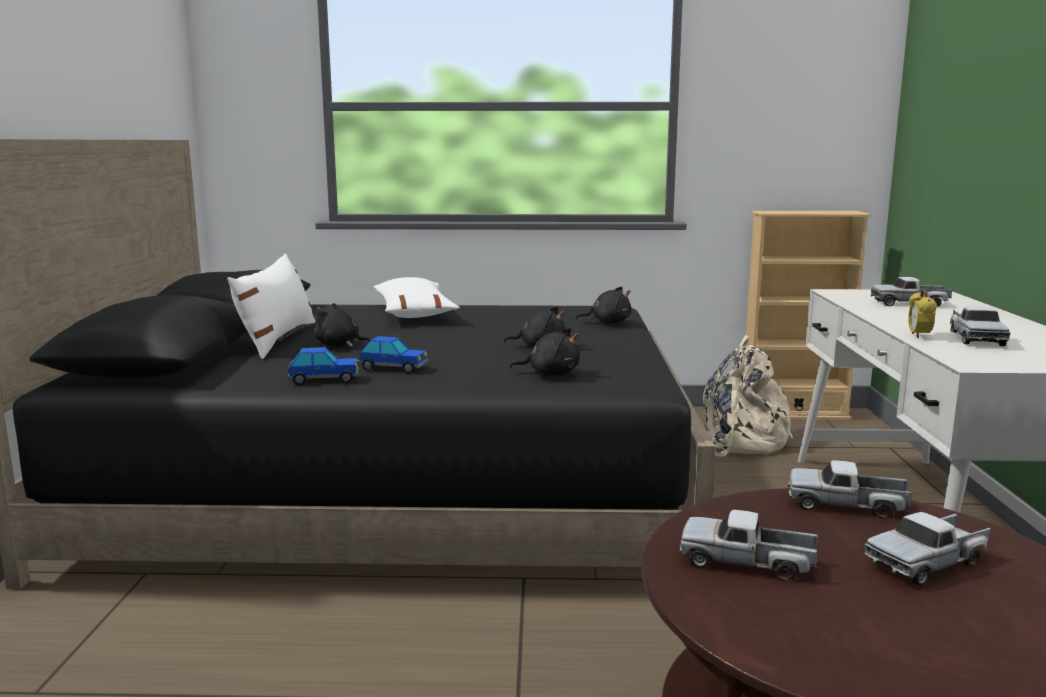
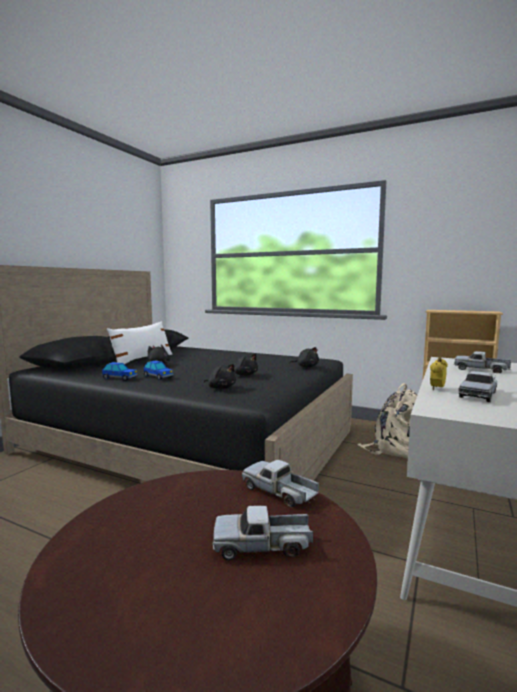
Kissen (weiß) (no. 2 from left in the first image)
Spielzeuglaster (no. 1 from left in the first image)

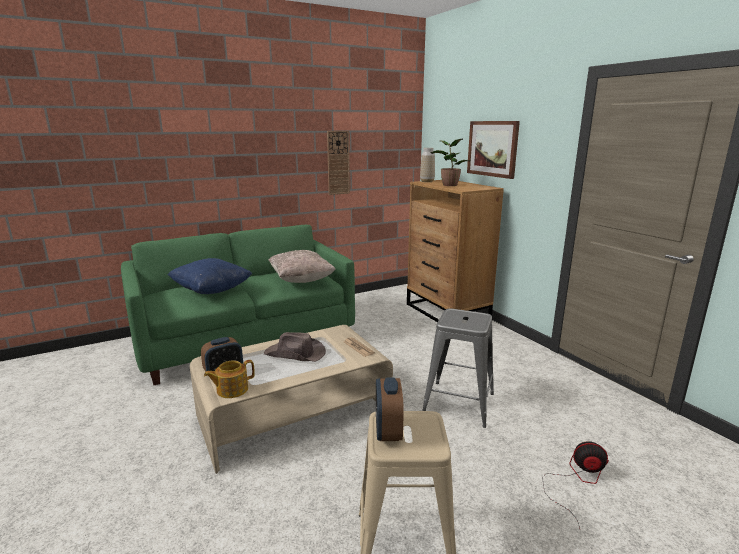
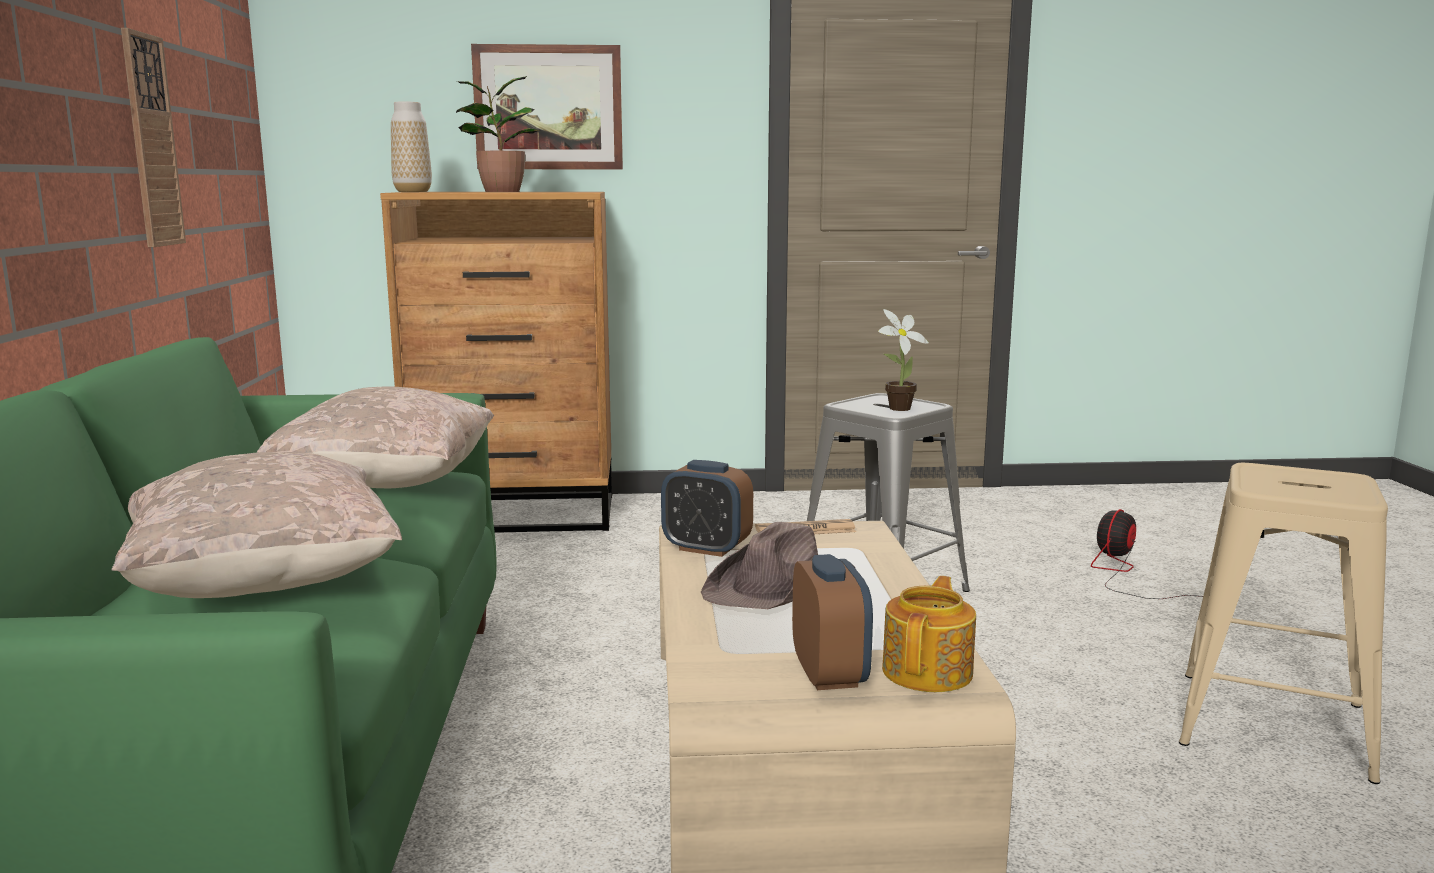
Topfpflanze (no. 2 from left)
Wecker (no. 1 from left)
Kissen (beige) (no. 1 from left)
Teekanne

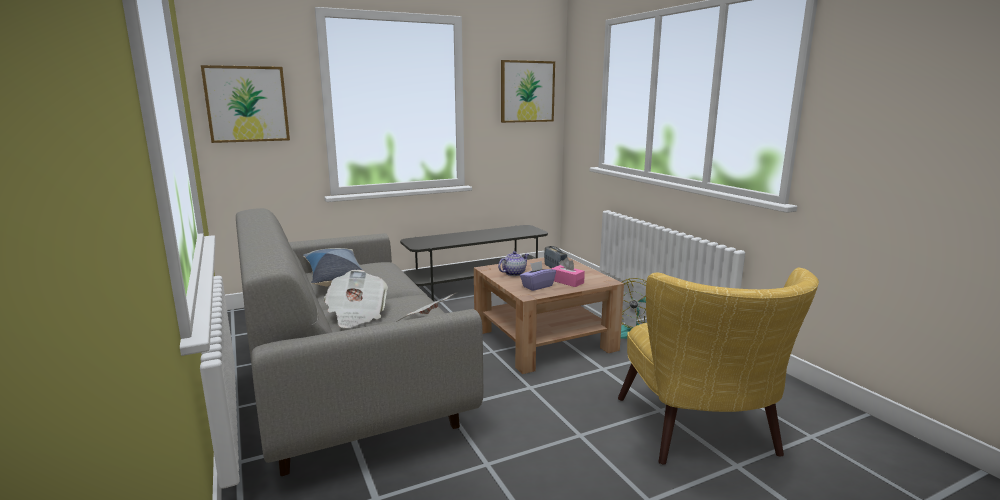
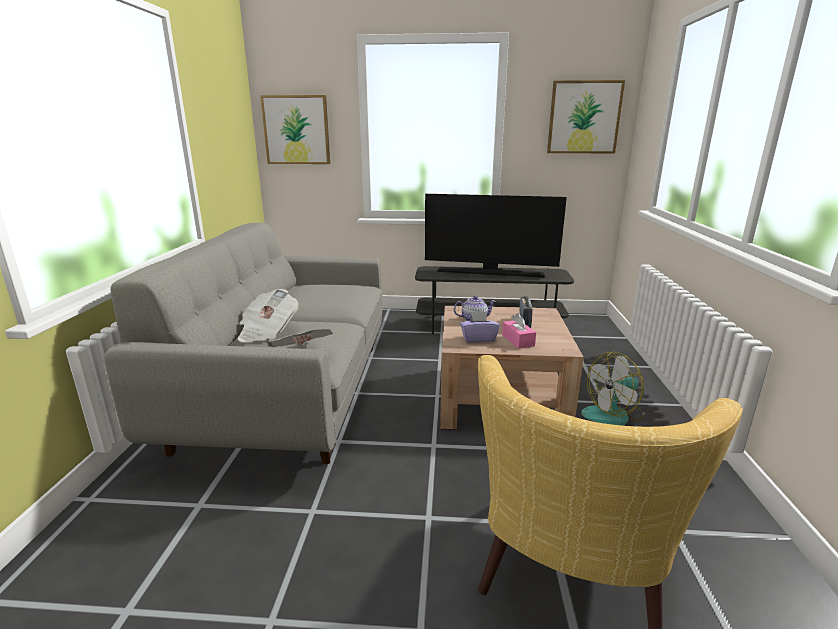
Kissen
Fernseher

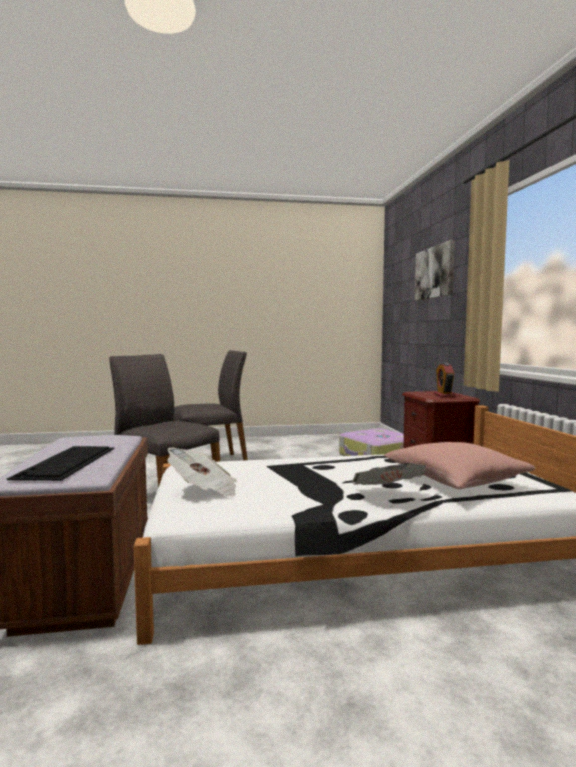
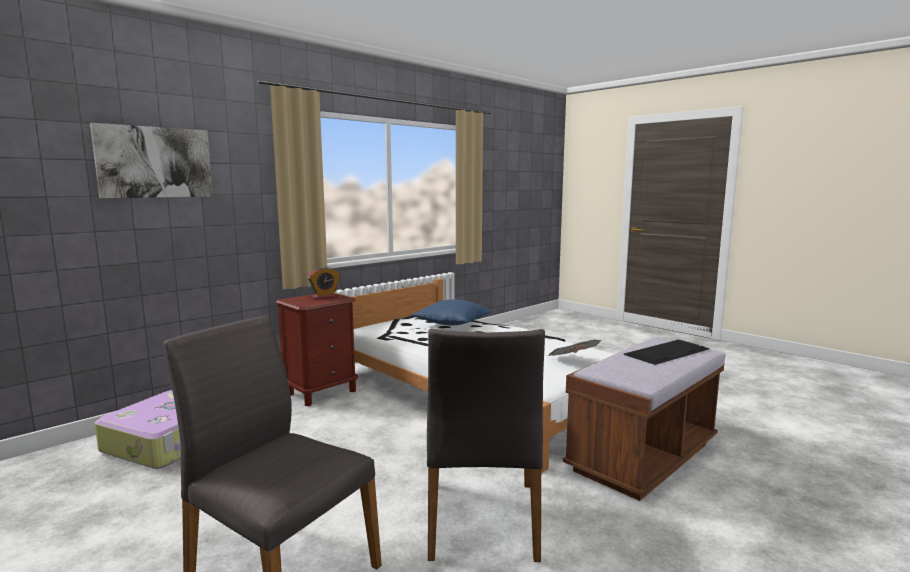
Zeitung (no. 2 from left in the first image)
Kissen (blau)

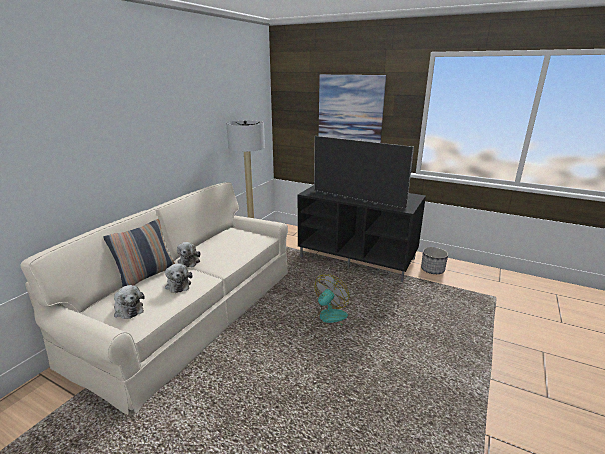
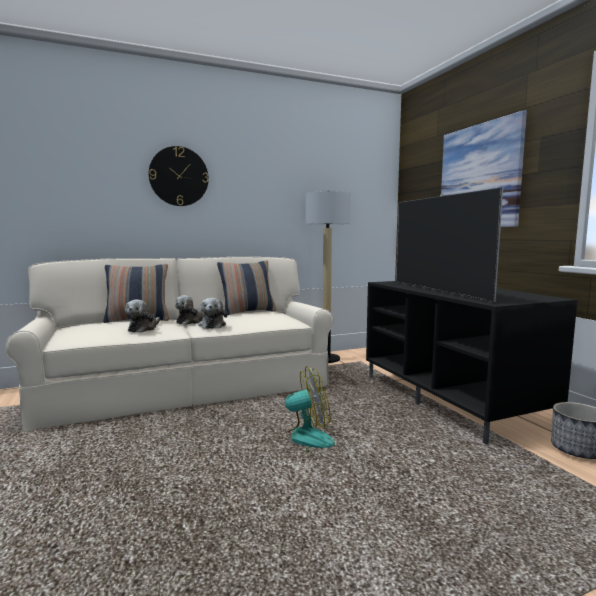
Wanduhr
Kissen (no. 2 from left)
Plüschtier (no. 3 from left)

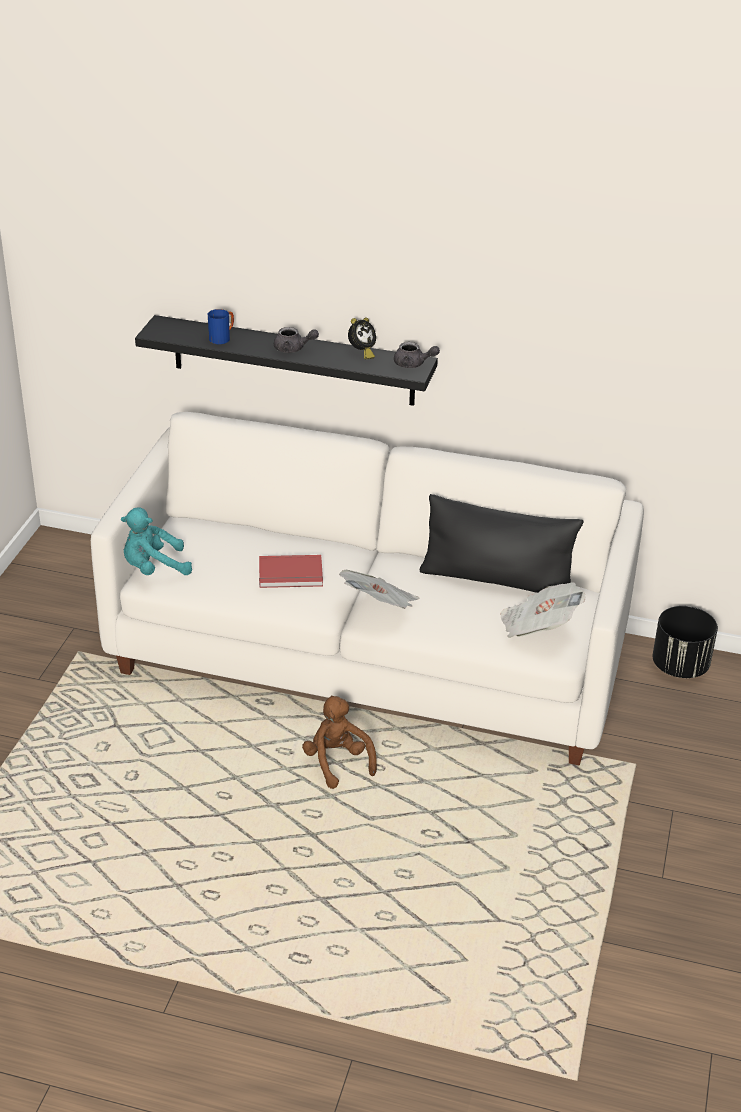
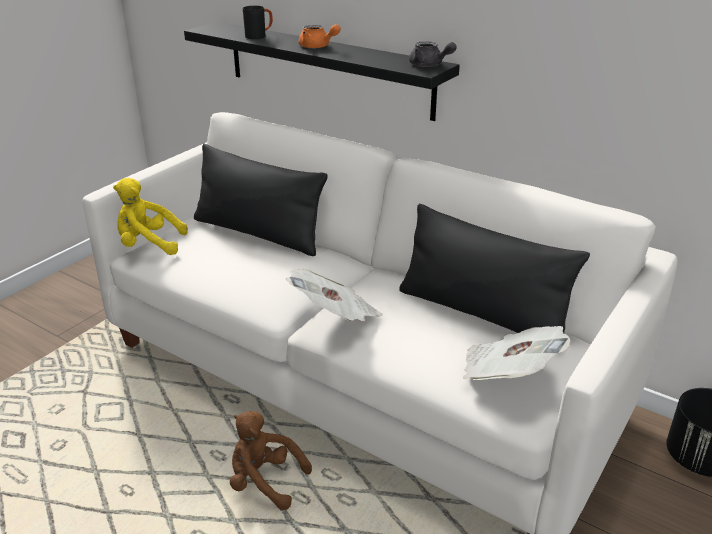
Buch (rot)
Wecker
Kissen (schwarz) (no. 1 from left)
Plüschtier (gelb)
Henkelbecher (schwarz)
Teekanne (orange)
Plüschtier (braun)

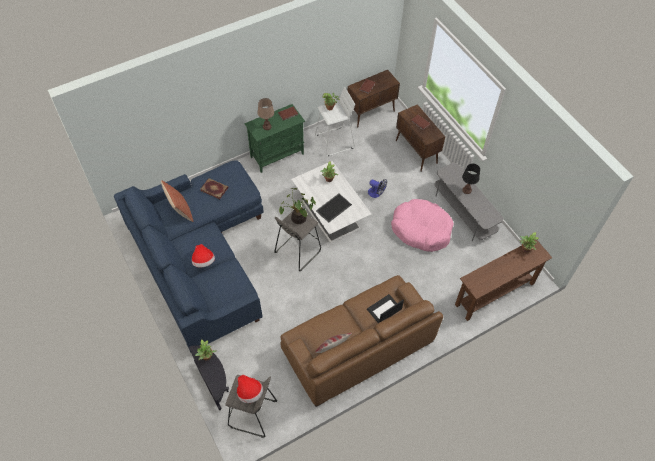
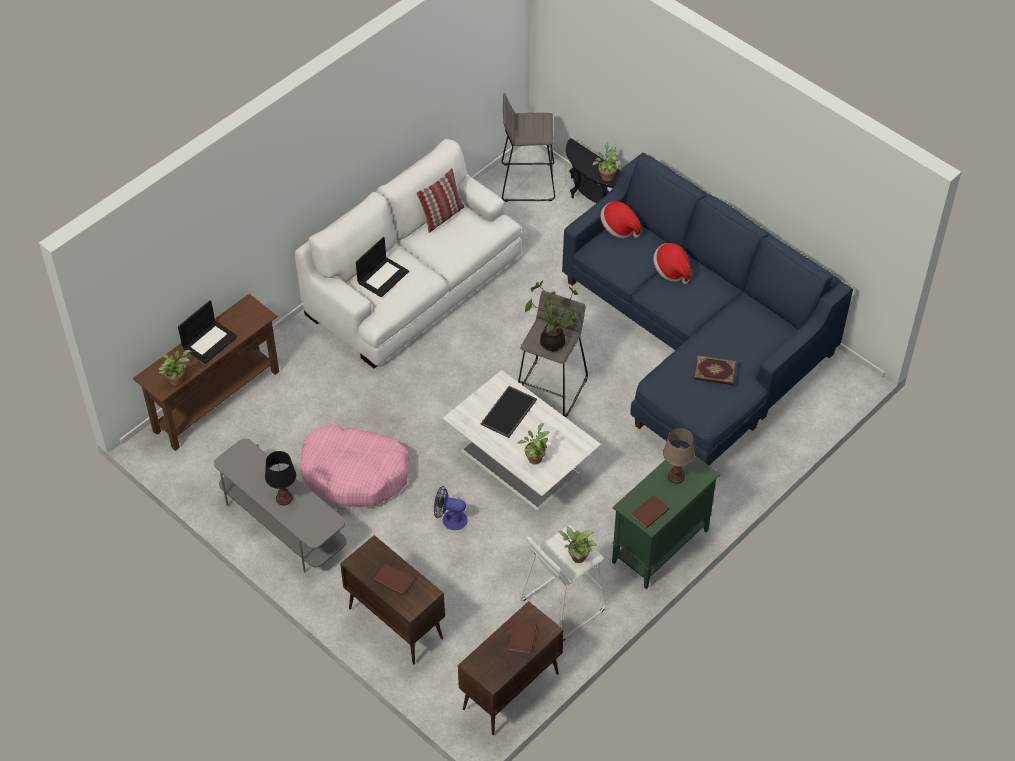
Kissen (no. 1 from left in the first image)
Laptop (no. 1 from left)
Hut (no. 1 from left)
Sofa (weiß)

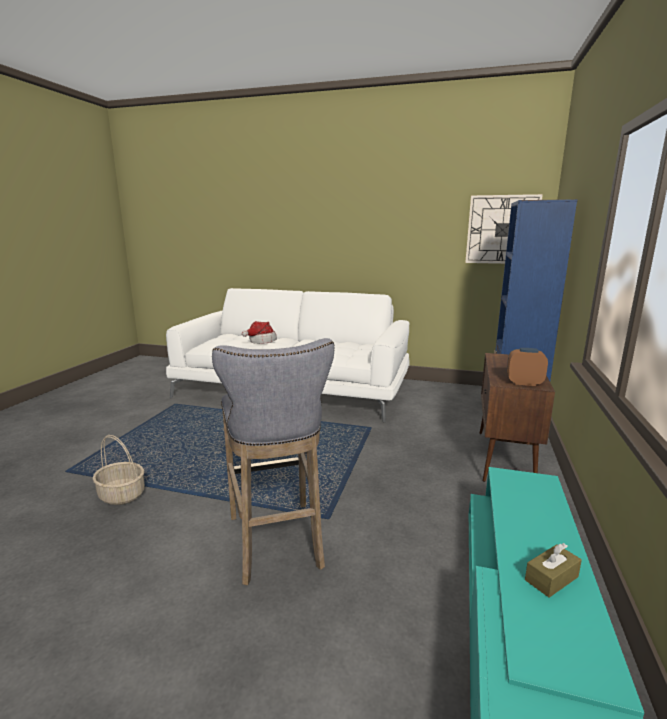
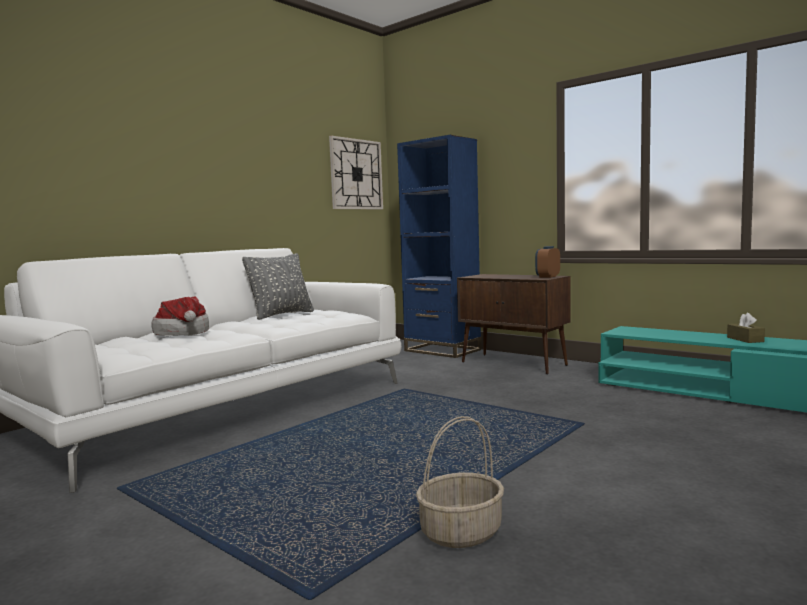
Hocker (grau)
Kissen (grau)

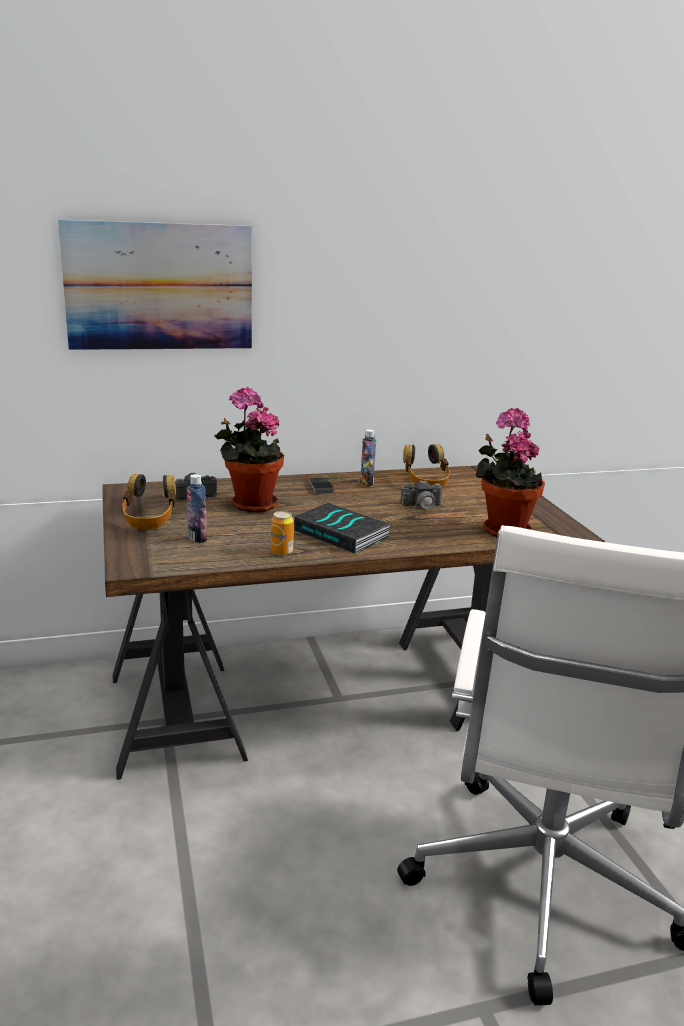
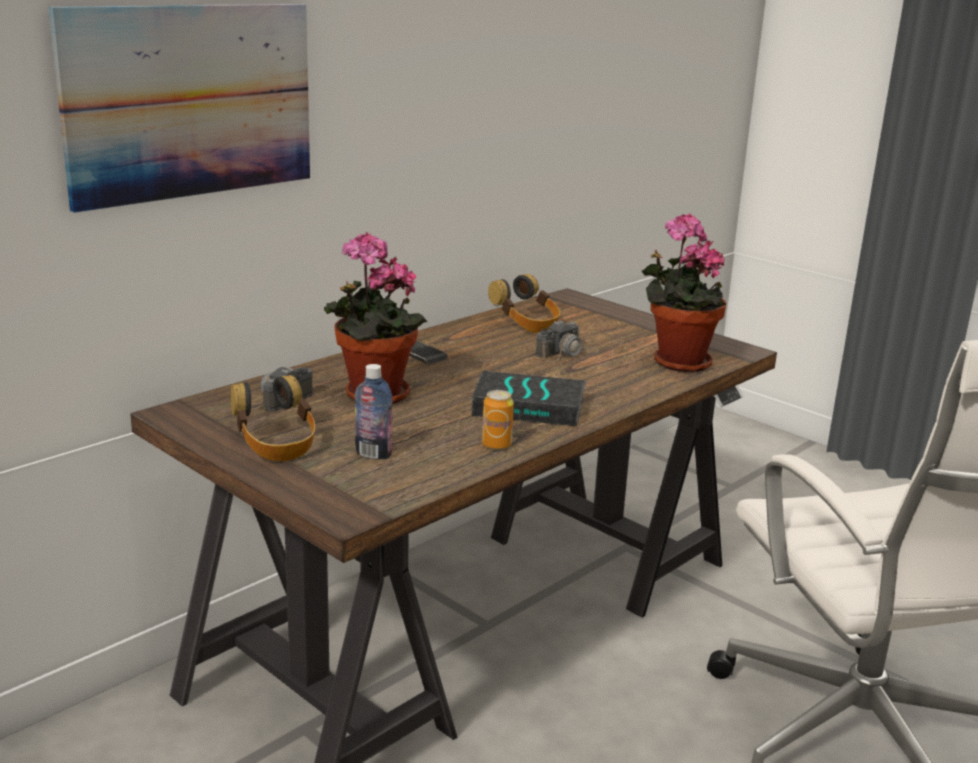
Flasche (no. 2 from left in the first image)

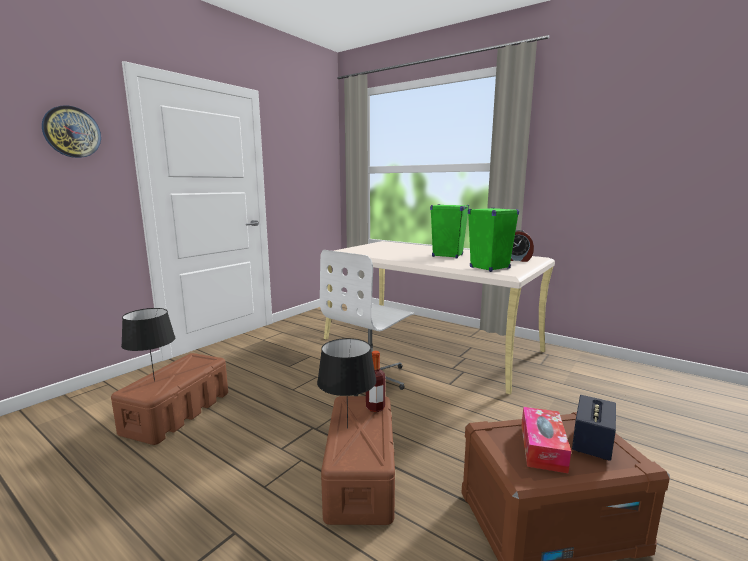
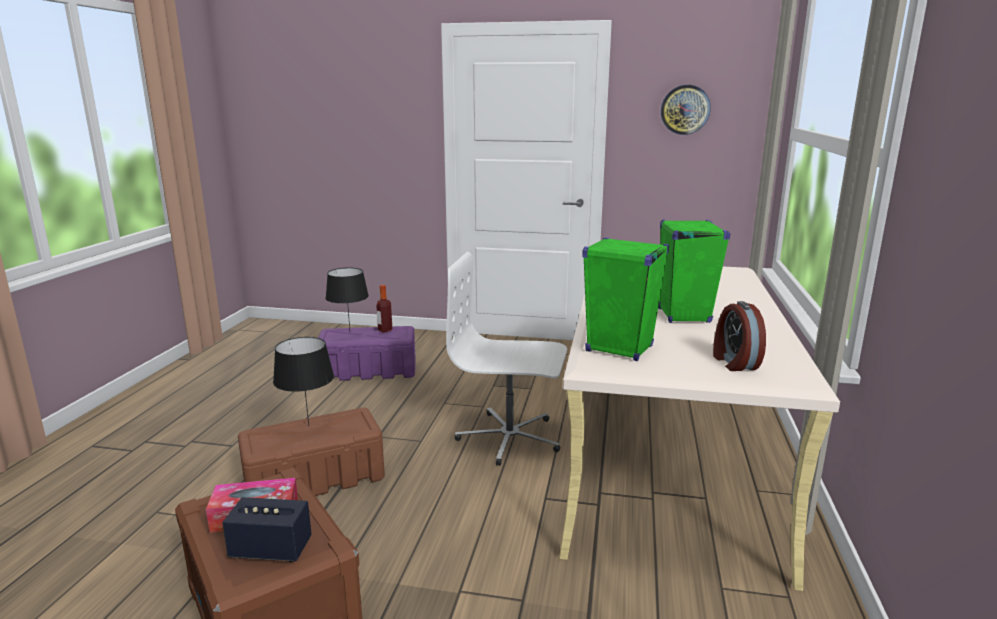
Wanduhr
Flasche
Aufbewahrungsbox (lila)

